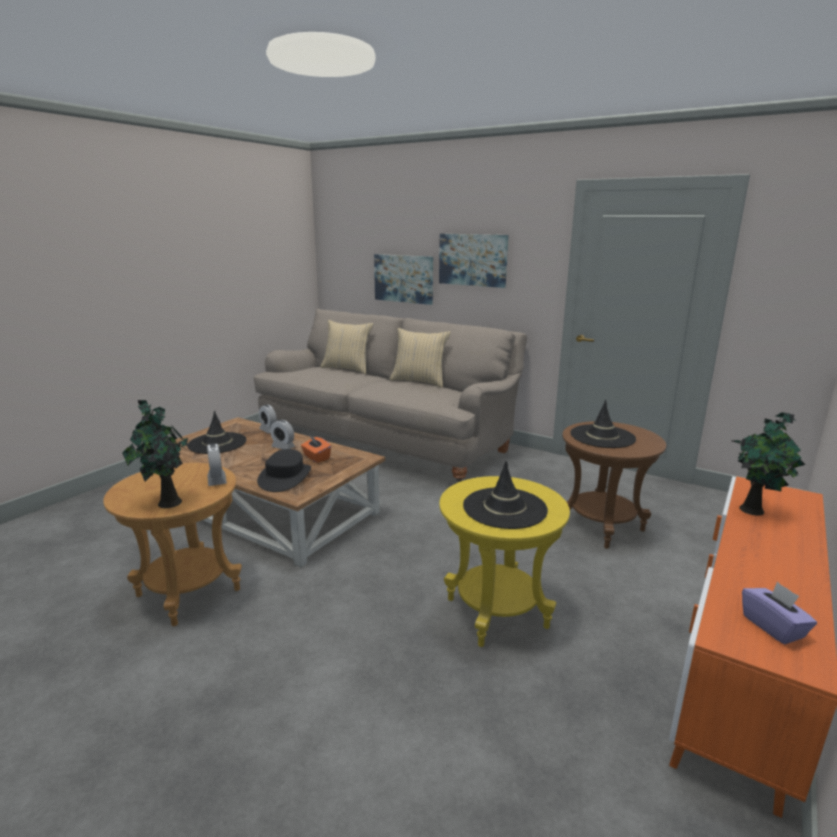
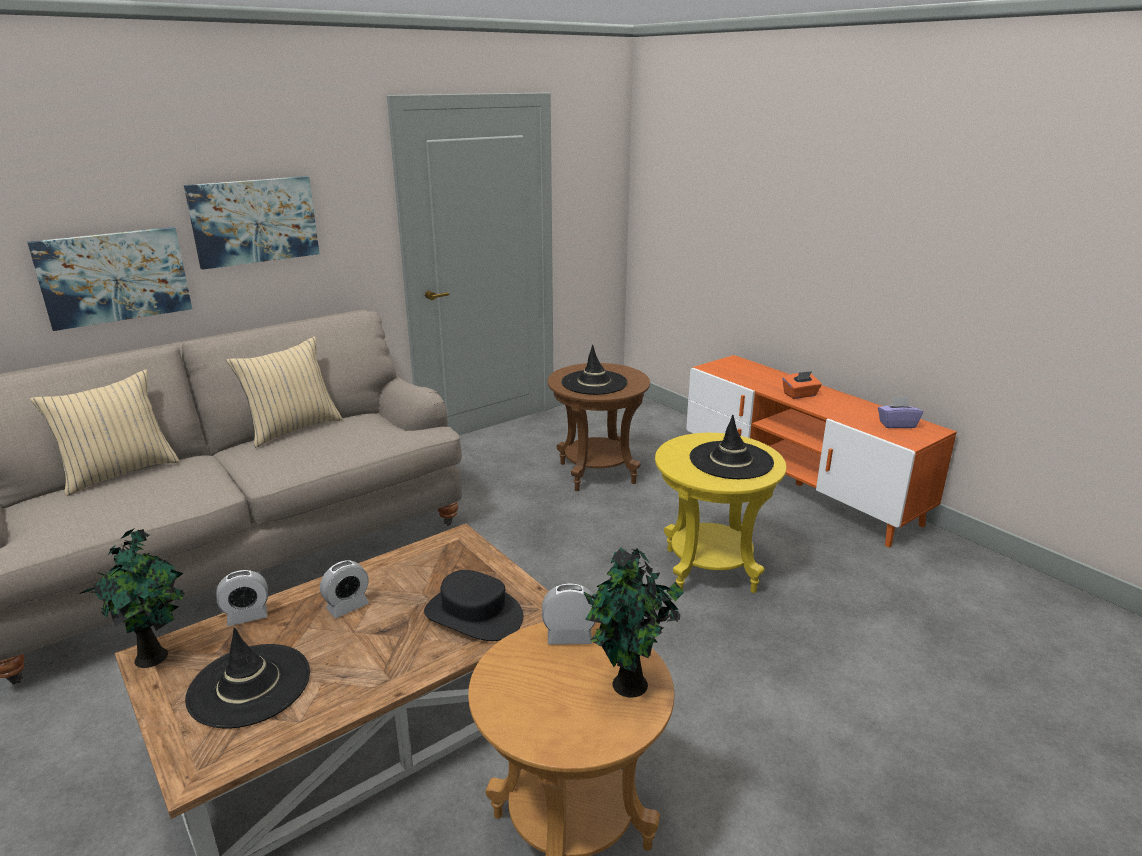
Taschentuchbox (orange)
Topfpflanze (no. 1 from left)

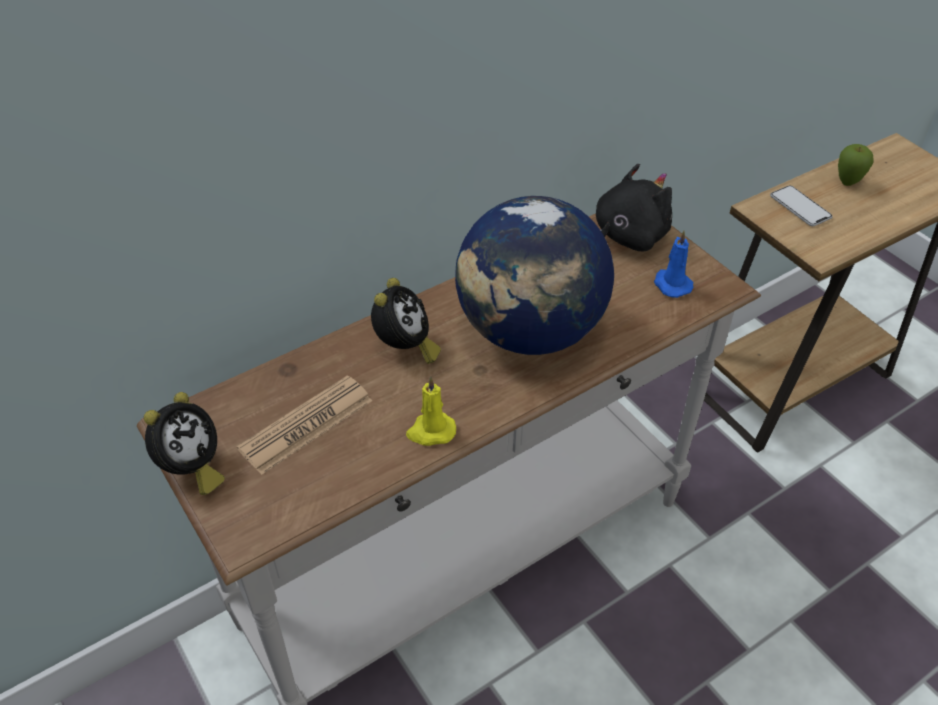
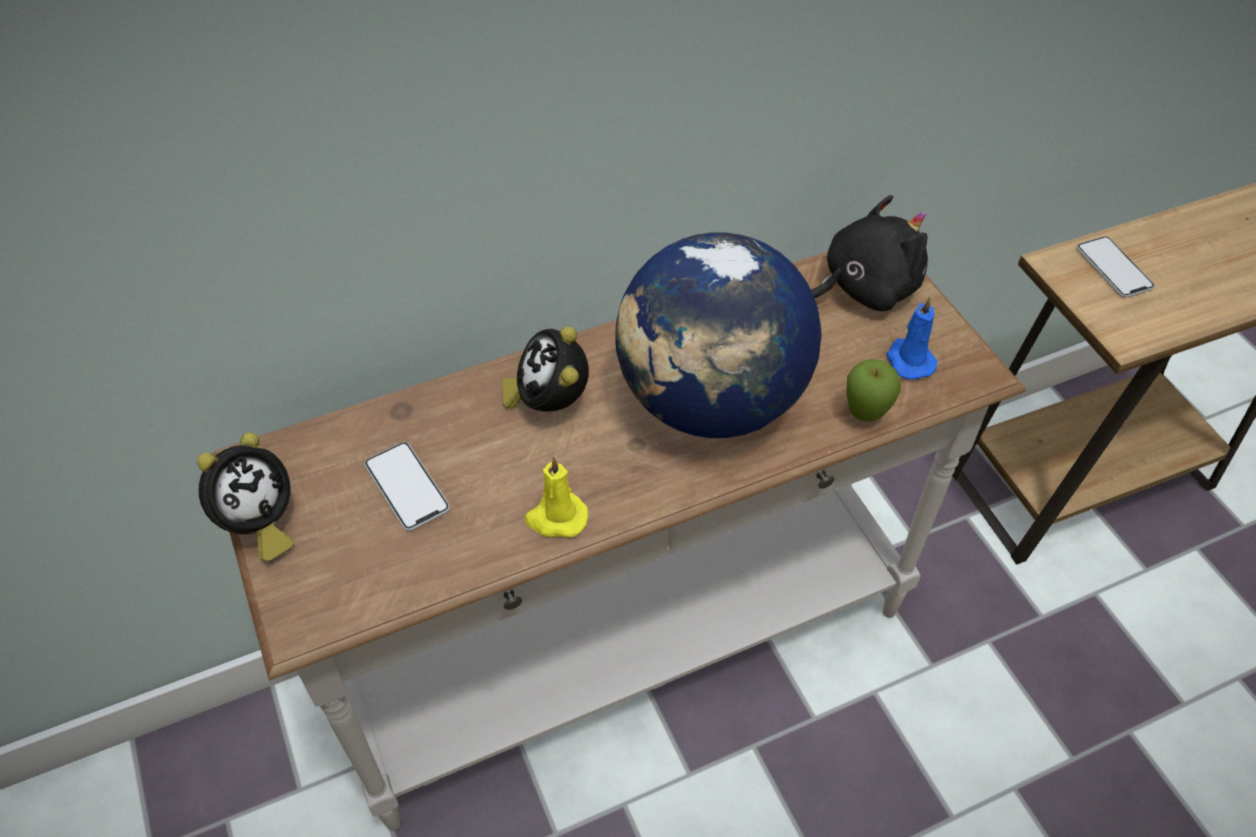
Apfel
Handy (no. 1 from left)
Wecker (no. 2 from left)

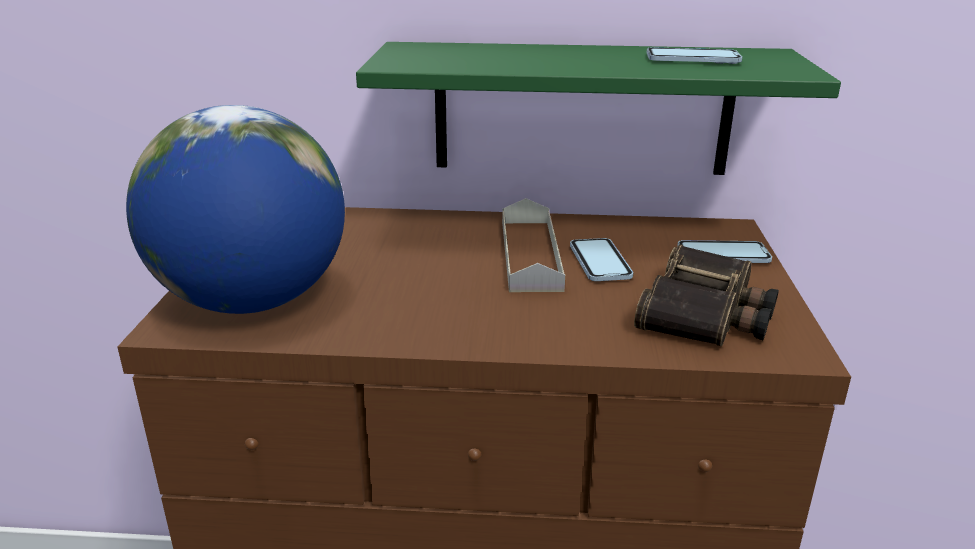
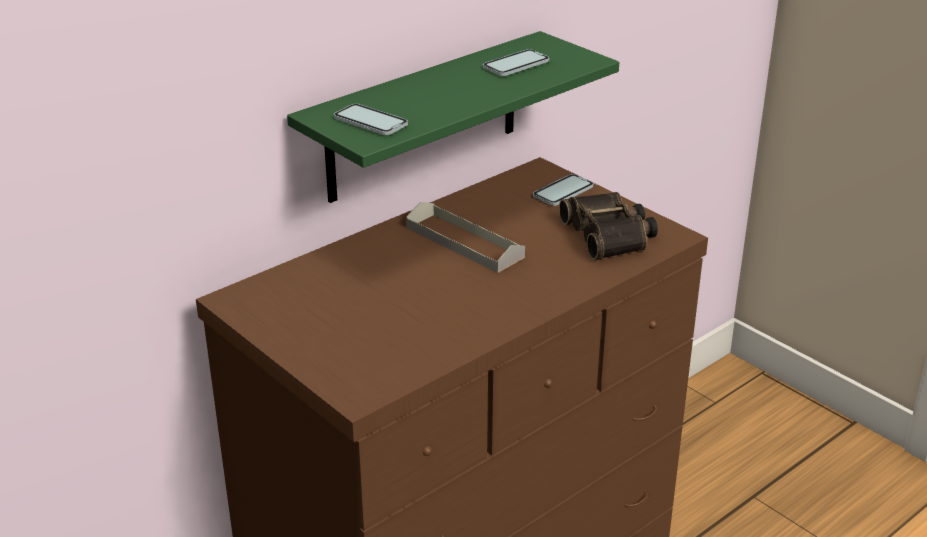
Globus
Handy (no. 1 from left)

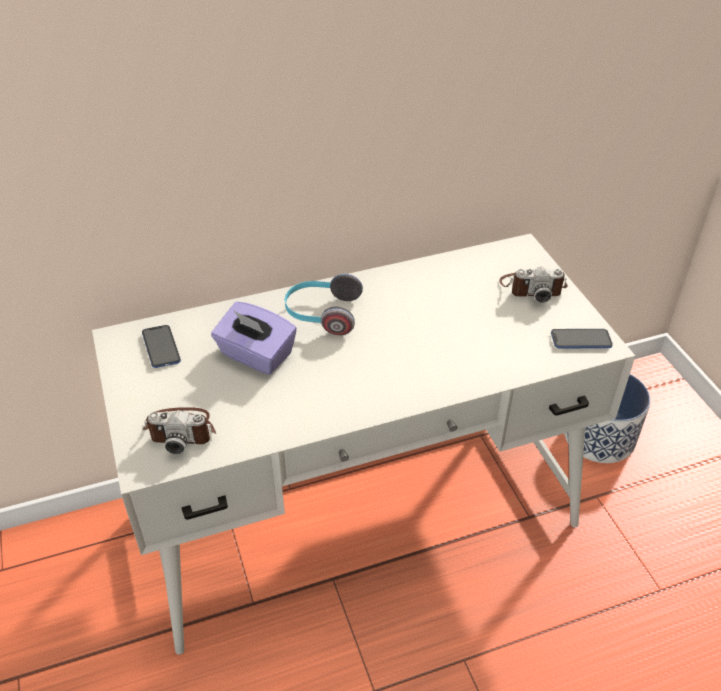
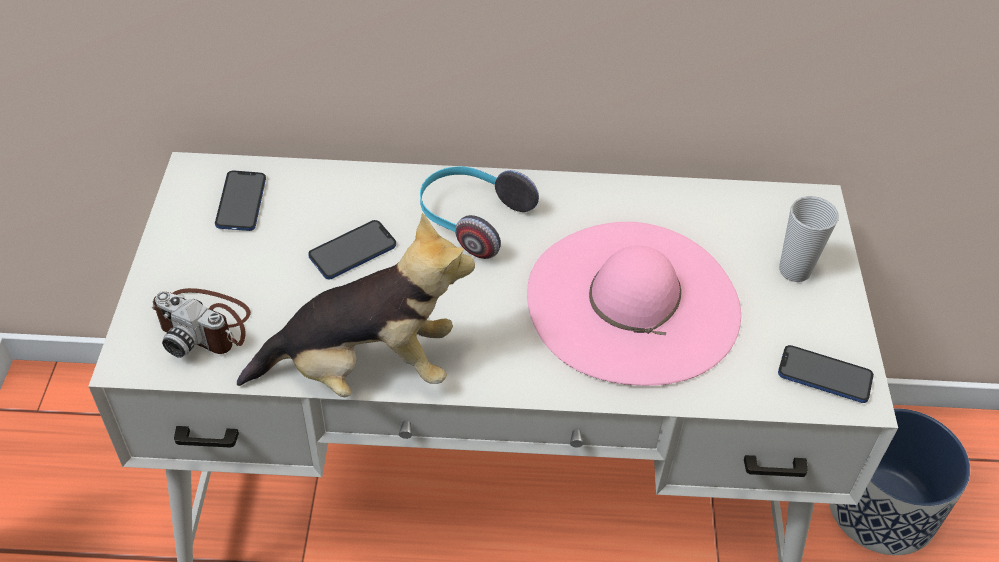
Plüschtier
Hut (rosa)
Handy (no. 2 from left)
Tasse

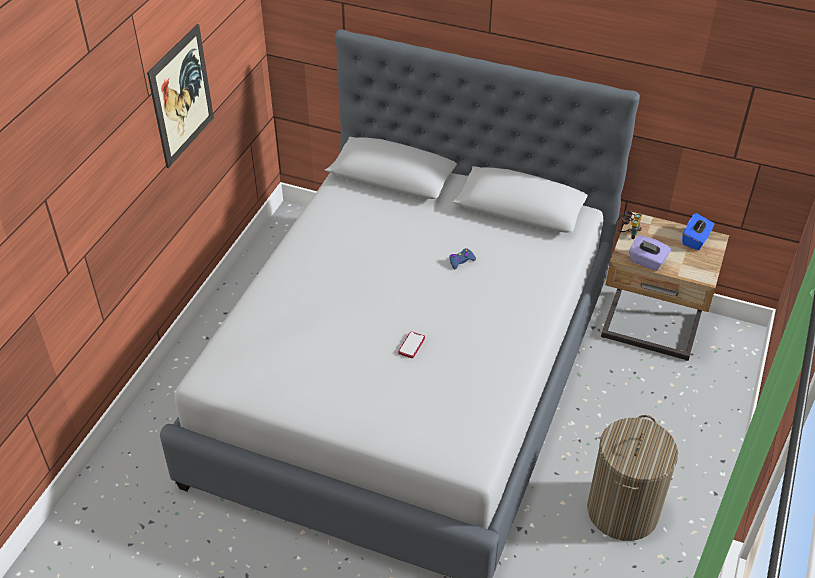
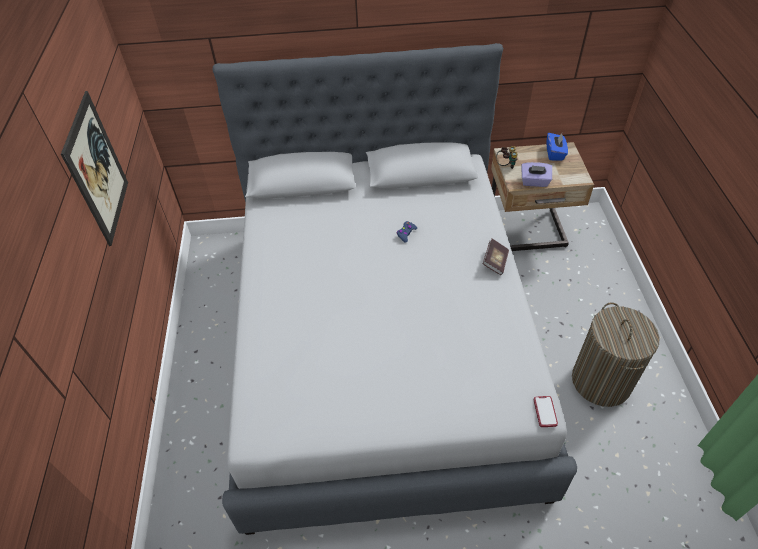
Buch
Handy

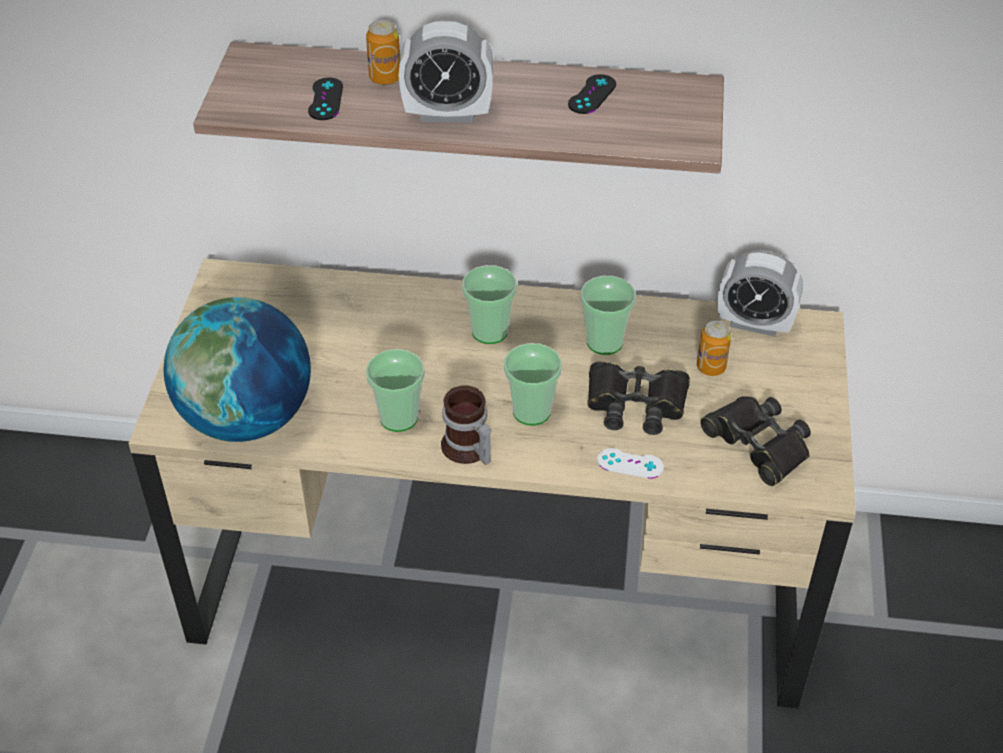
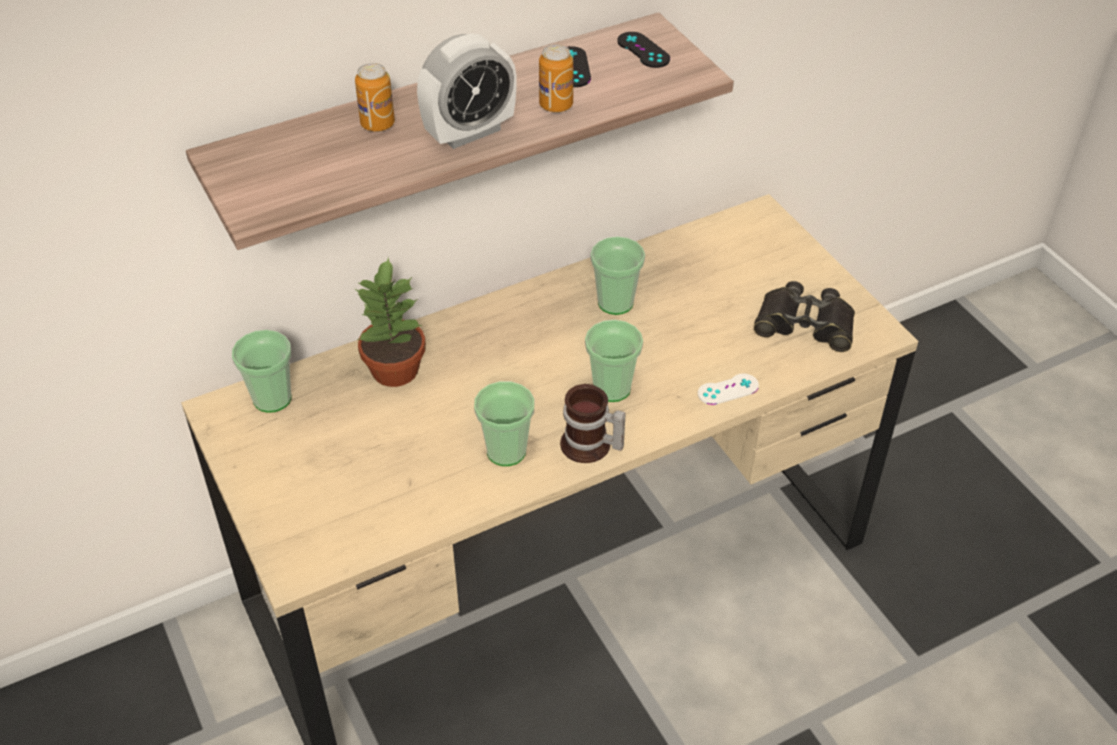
Globus
Fernglas (schwarz) (no. 1 from left in the first image)
Wecker (no. 2 from left in the first image)
Topfpflanze
Gamepad (schwarz) (no. 2 from left)
Tasse (no. 1 from left)
Dose (no. 2 from left)

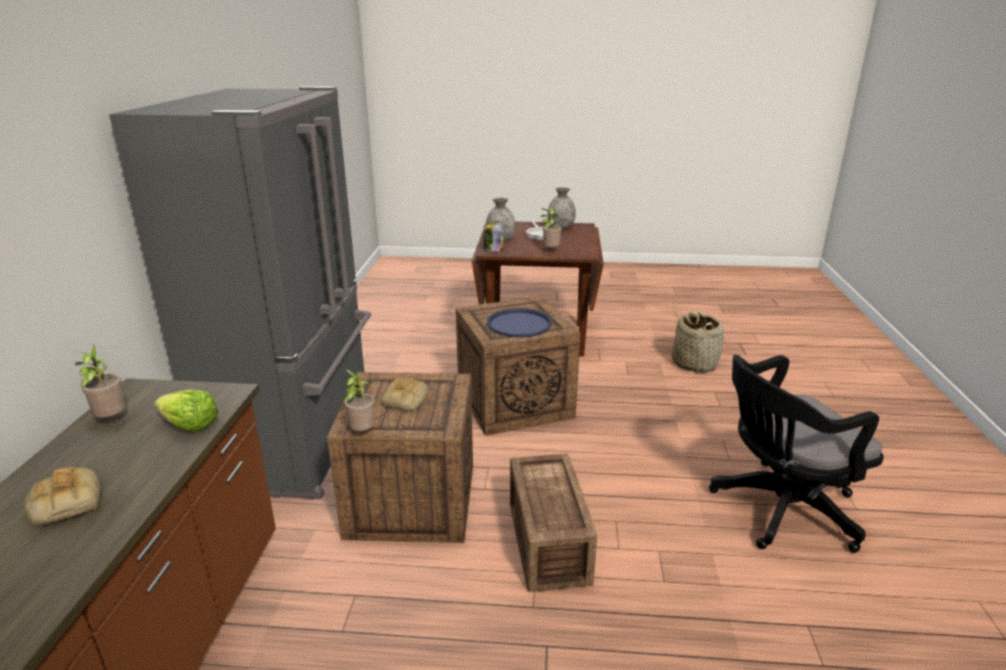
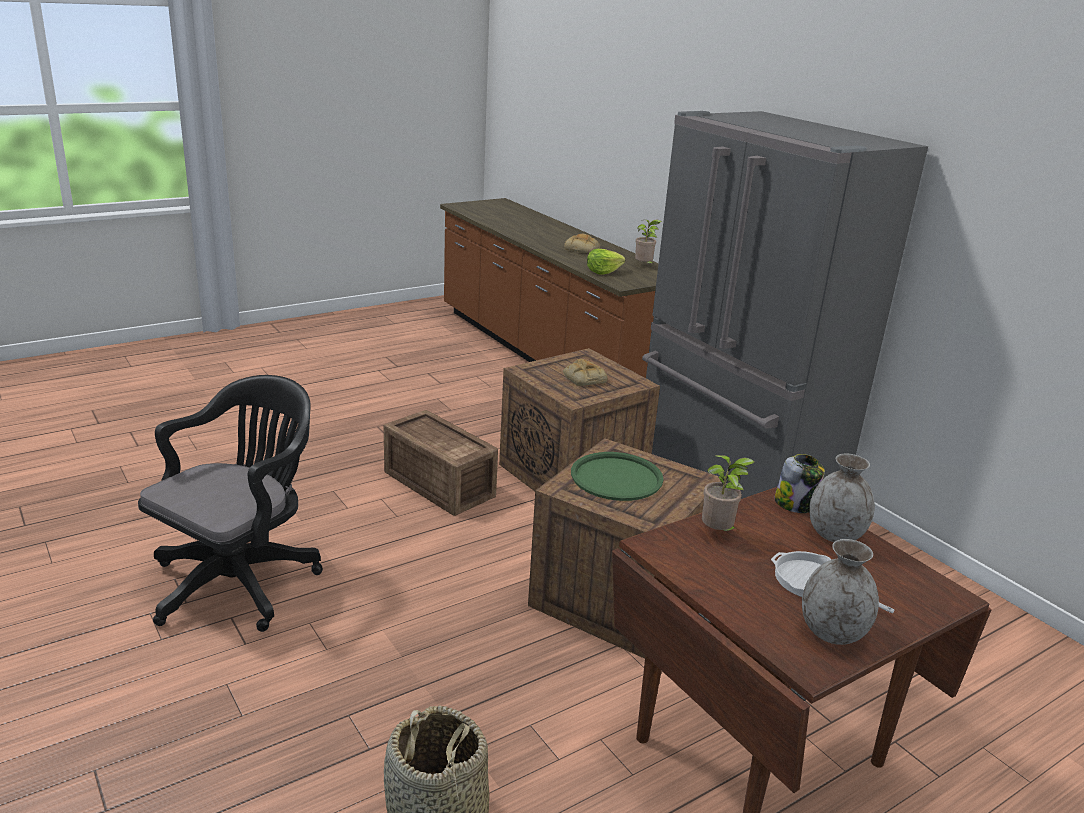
Topfpflanze (no. 2 from left in the first image)
Tablett (grün)

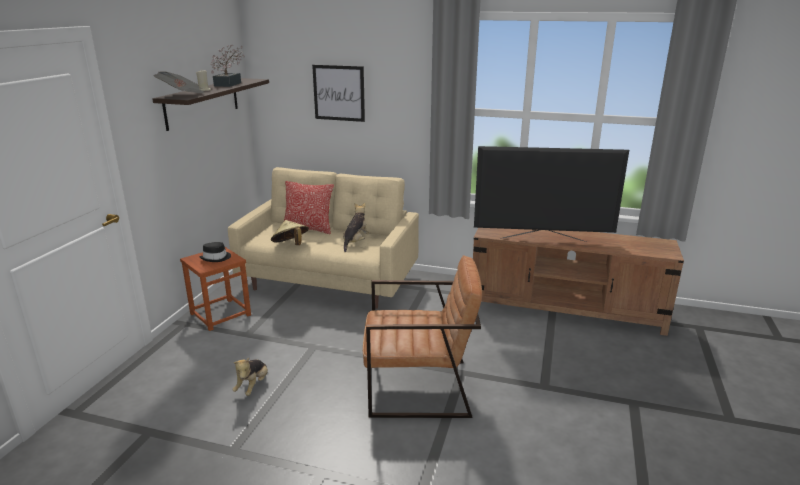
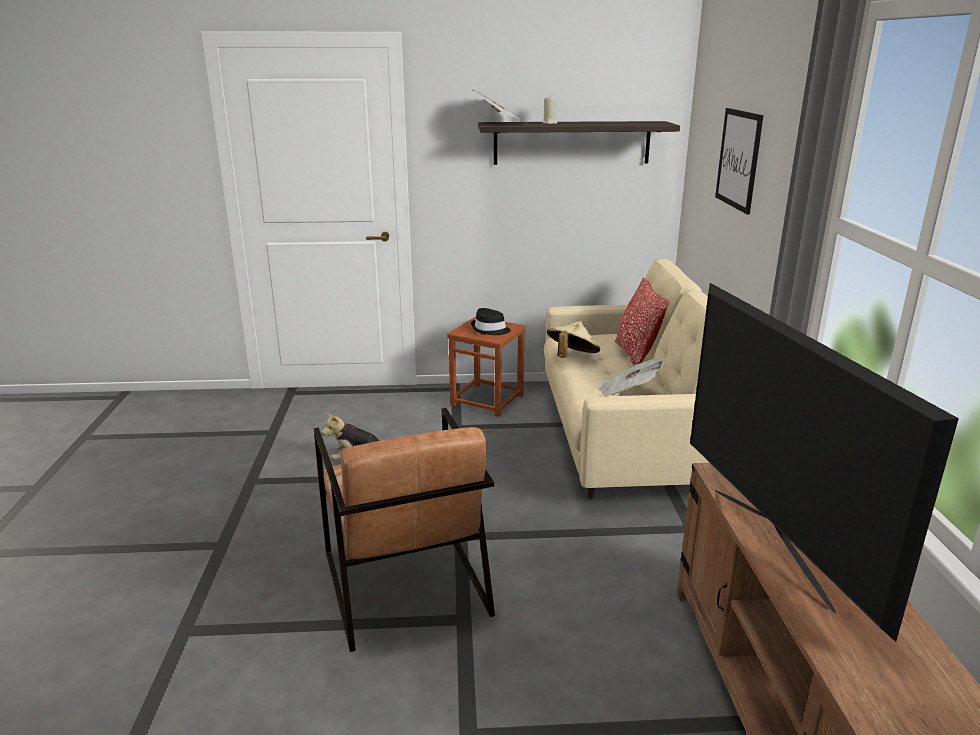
Topfpflanze
Zeitung (no. 2 from left)

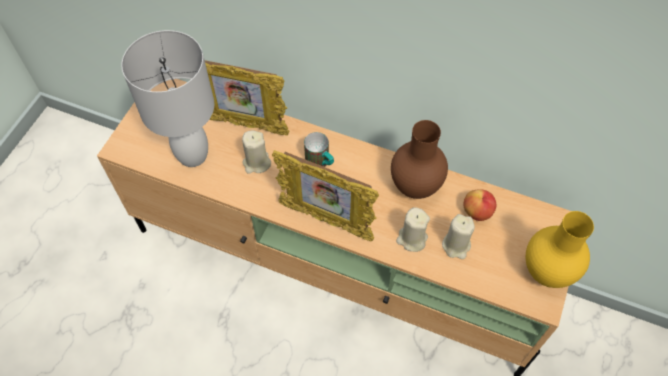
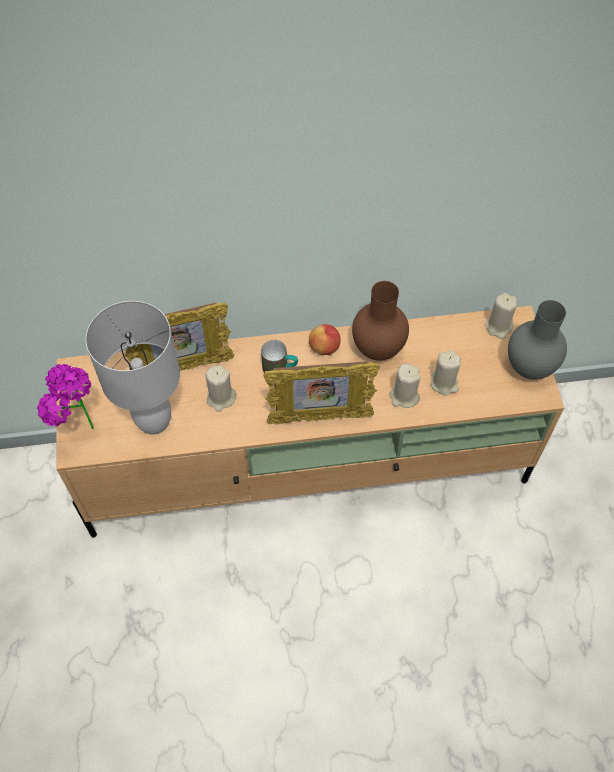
Topfpflanze
Kerze (beige) (no. 4 from left)
Apfel
Vase (grau)

